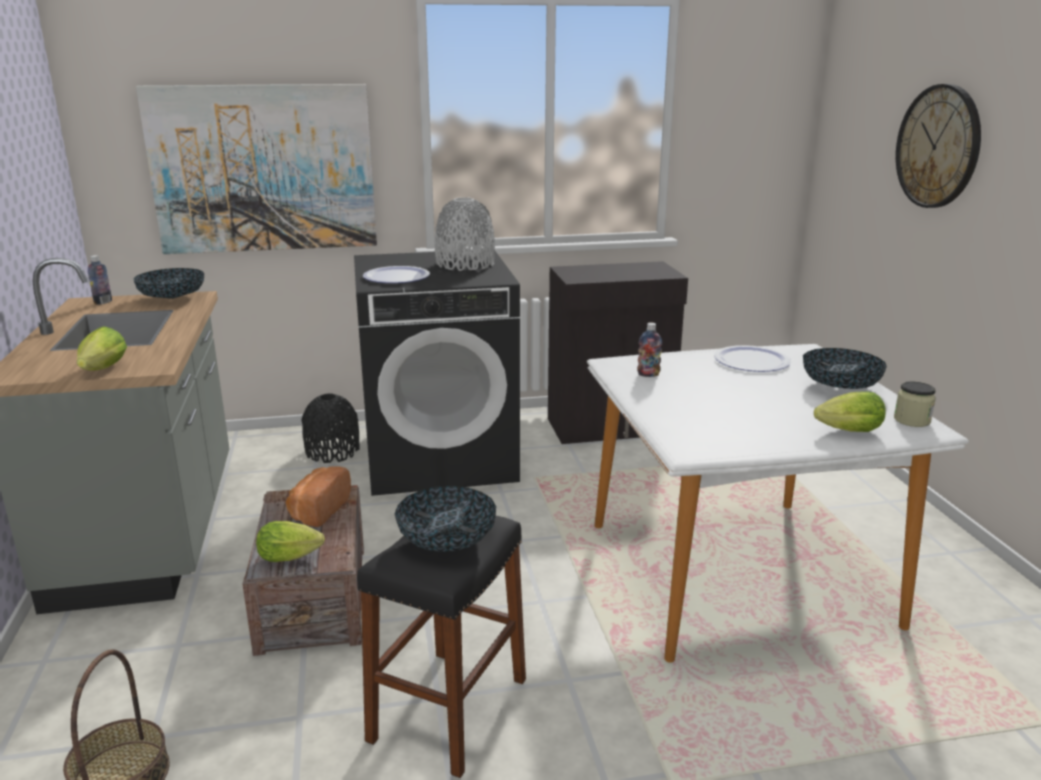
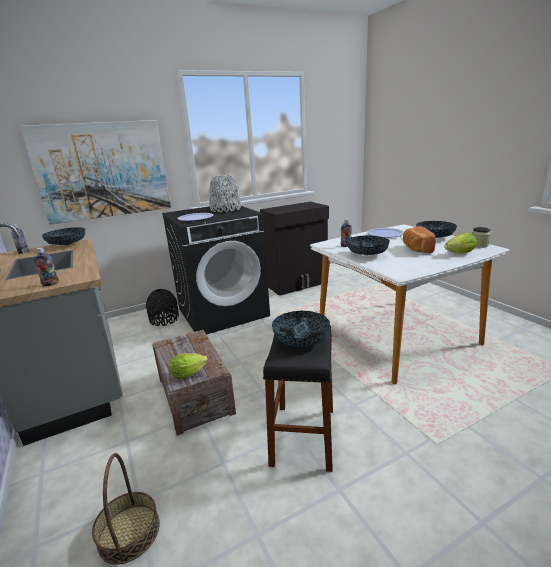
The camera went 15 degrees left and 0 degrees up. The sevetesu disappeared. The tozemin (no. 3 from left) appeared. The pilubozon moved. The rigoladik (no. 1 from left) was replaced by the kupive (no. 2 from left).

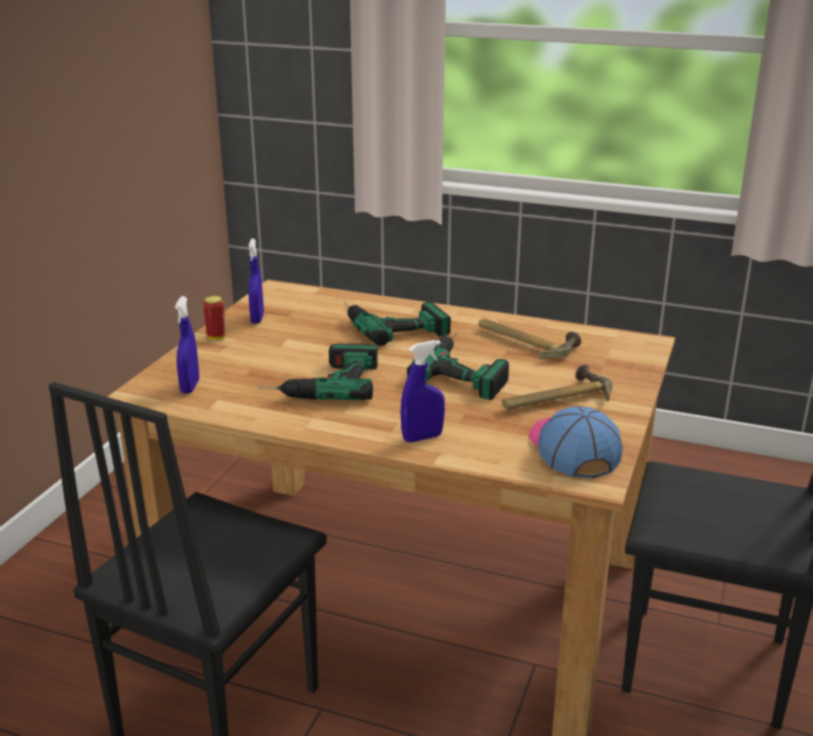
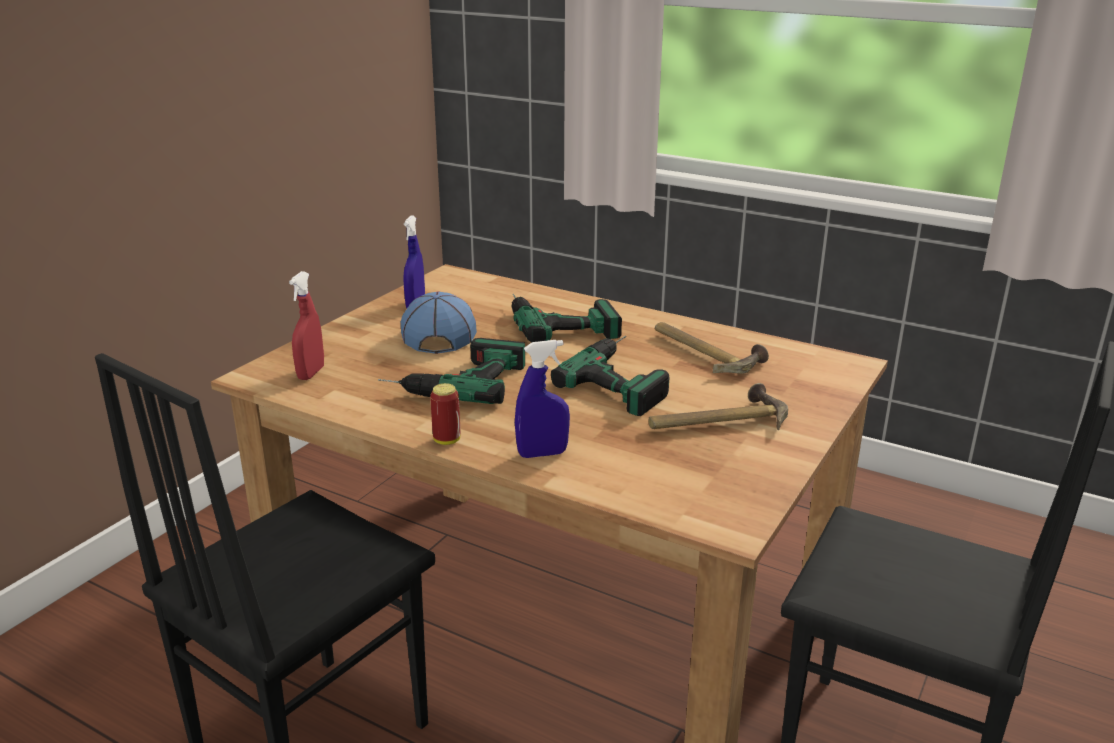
The camera went 10 degrees right and 0 degrees up. The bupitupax moved. The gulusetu moved. The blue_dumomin (no. 1 from left) became the red_dumomin.

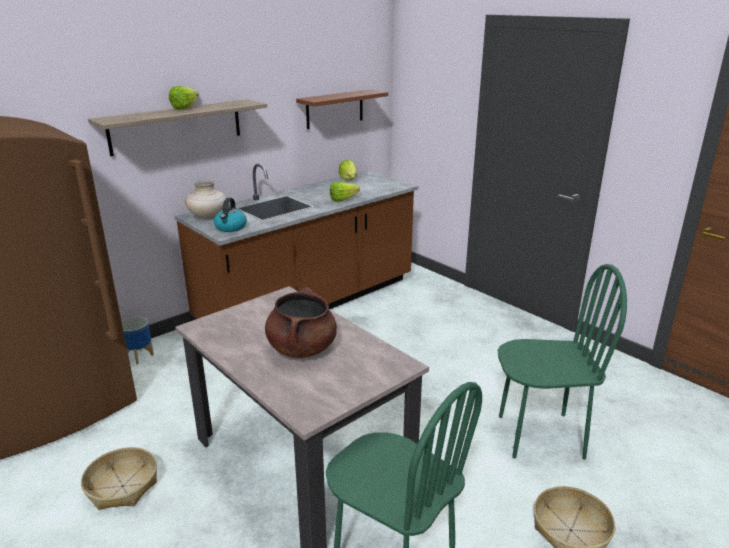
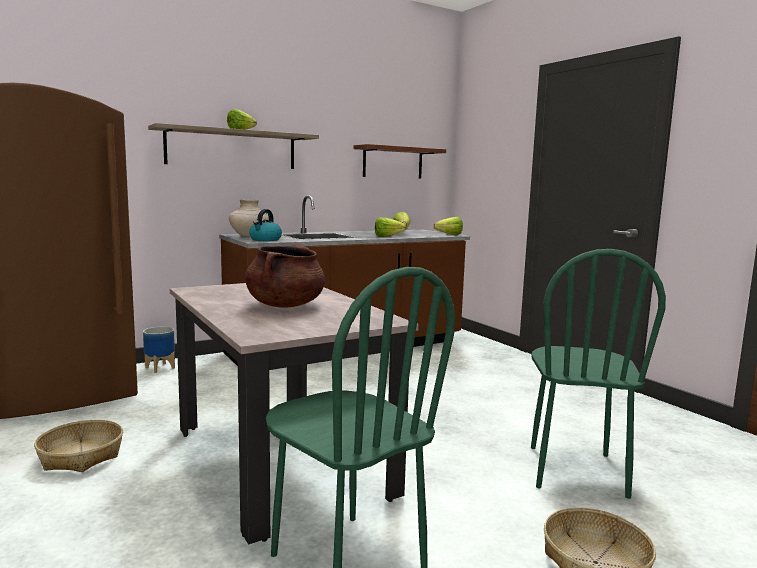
The camera went 10 degrees right and 15 degrees down. The rigoladik (no. 4 from left) appeared. The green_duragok (no. 2 from left) turned 90 degrees clockwise.

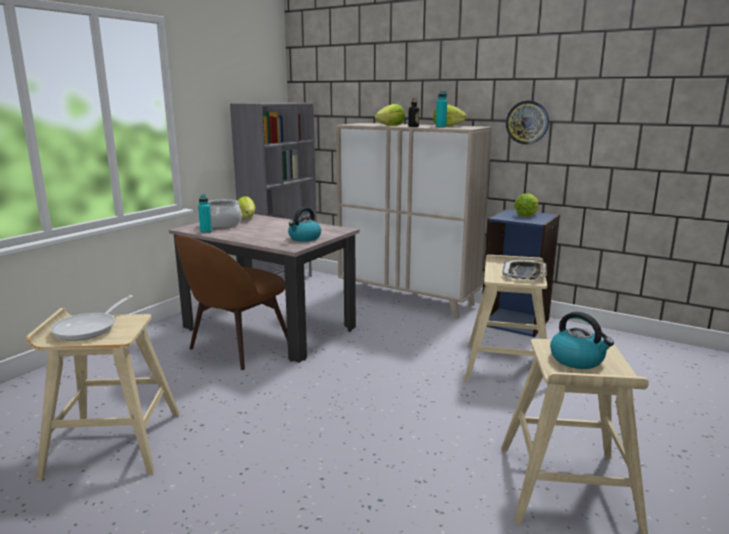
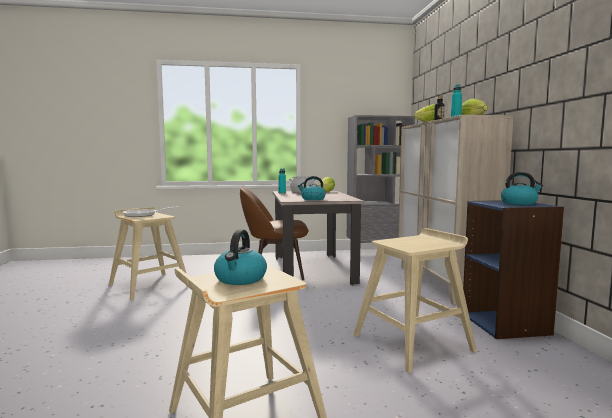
The camera went 50 degrees right and 10 degrees down. The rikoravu disappeared. The sevetesu disappeared. The rigoladik (no. 4 from left) was replaced by the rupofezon (no. 3 from left).

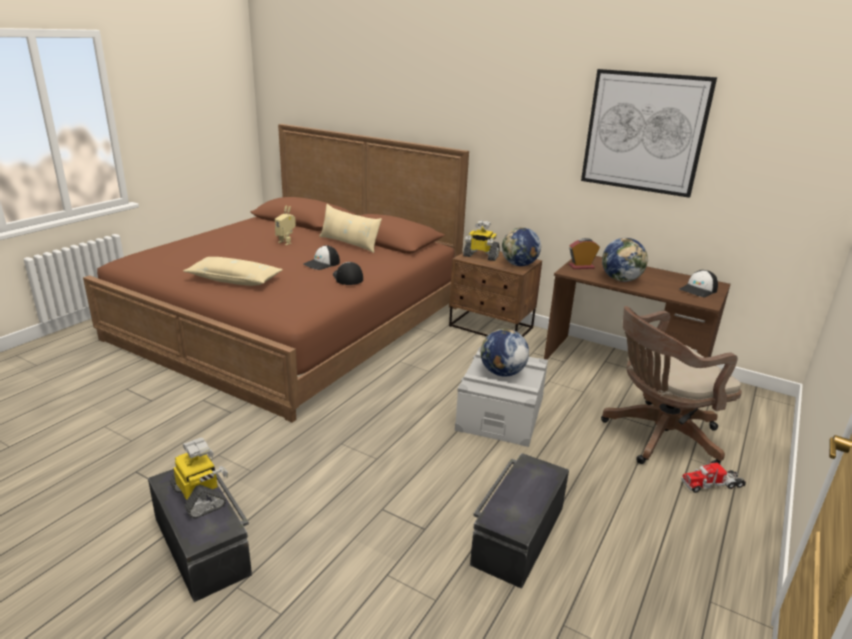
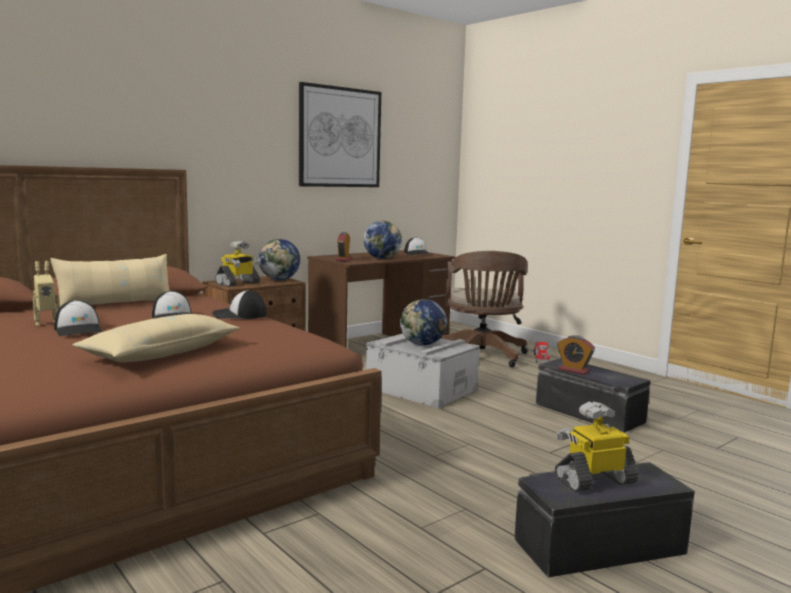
The camera went 70 degrees left and 15 degrees down. The gulusetu (no. 1 from left) appeared. The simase (no. 2 from left) appeared.

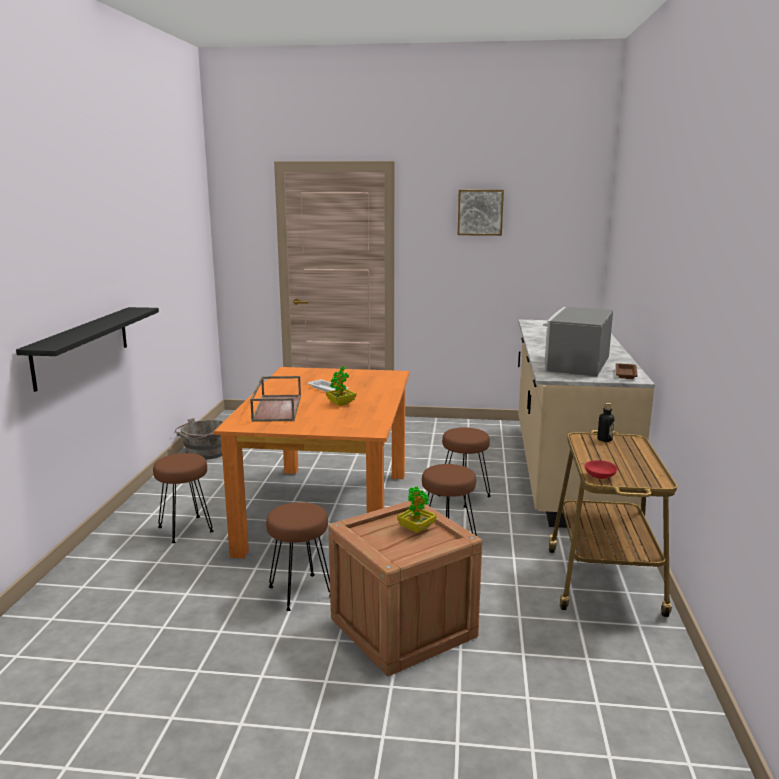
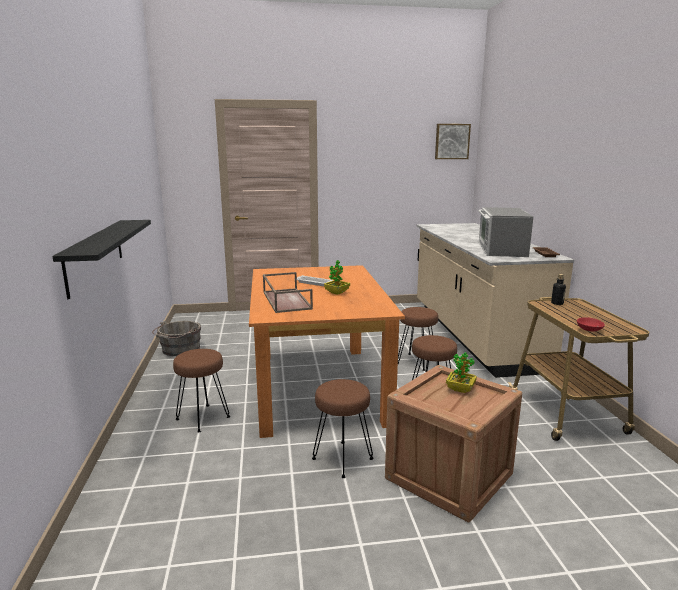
The camera went 15 degrees left and 0 degrees up. The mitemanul moved.

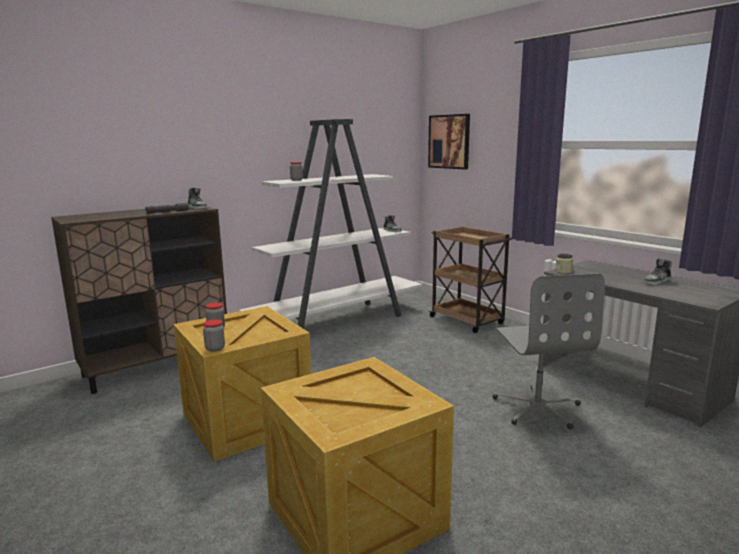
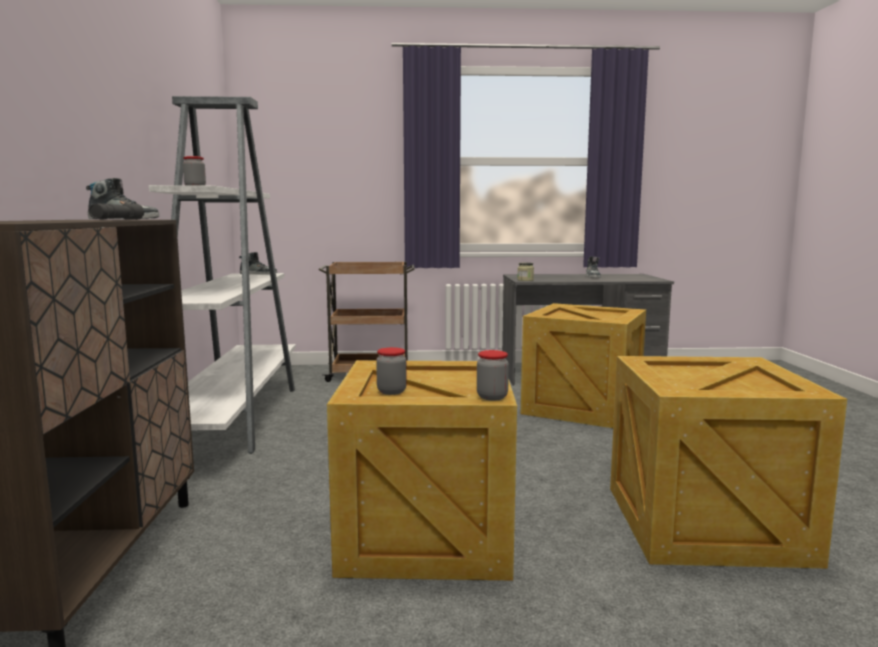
The camera went 55 degrees left and 5 degrees down. The mitemanul disappeared. The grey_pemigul was replaced by the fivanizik (no. 2 from left).

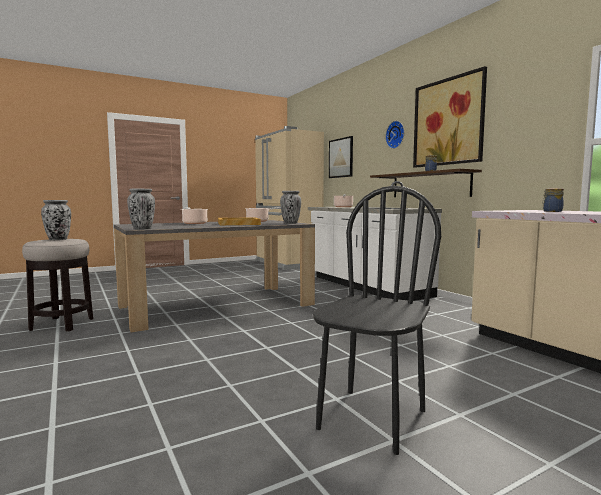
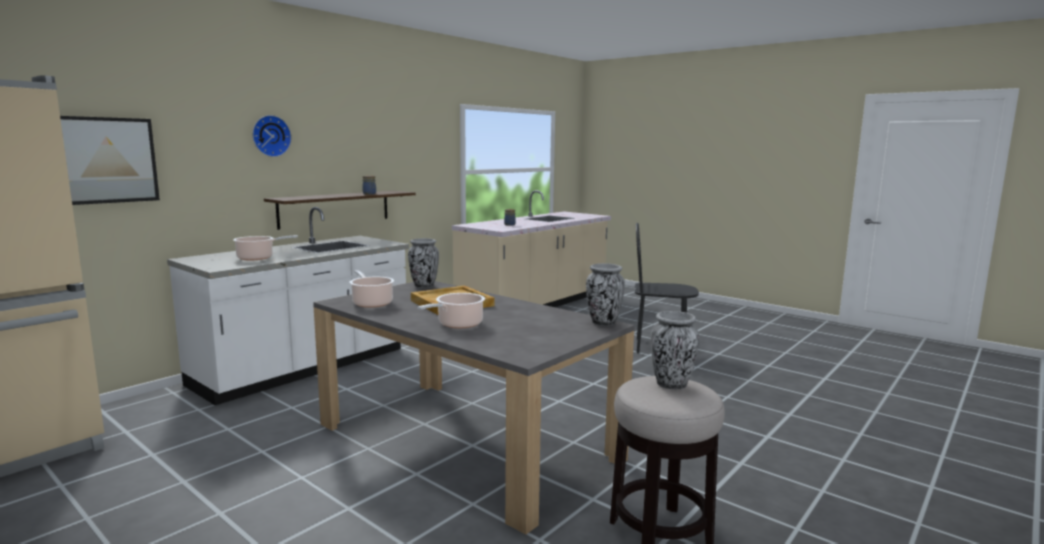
The camera went 110 degrees left and 5 degrees up. The mitemanul (no. 2 from left) disappeared.

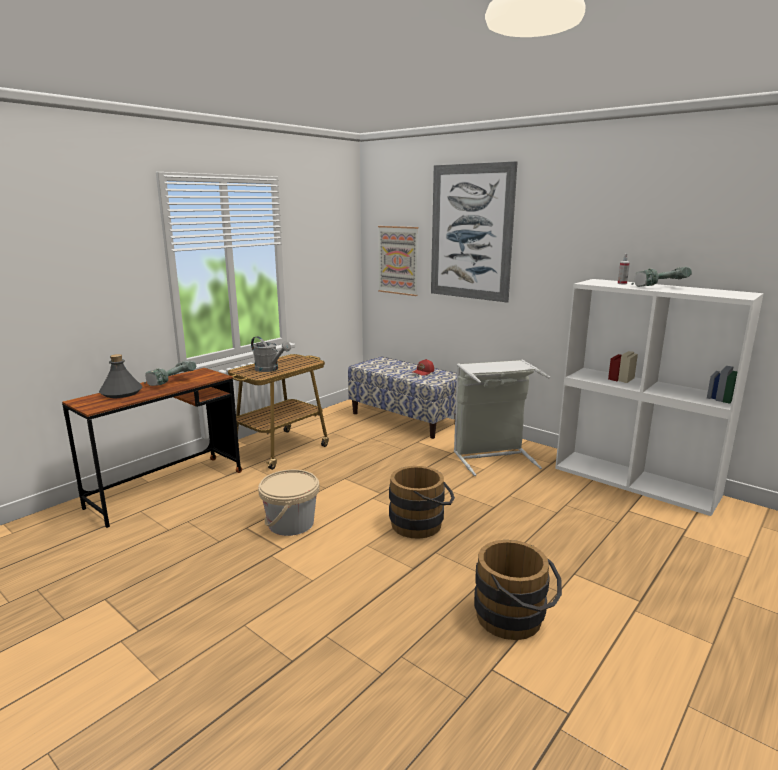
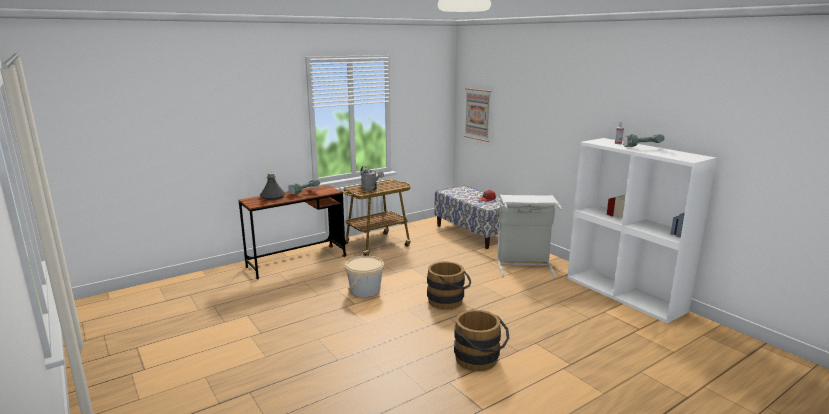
The camera went 15 degrees right and 0 degrees up. The mitemanul (no. 2 from left) disappeared.

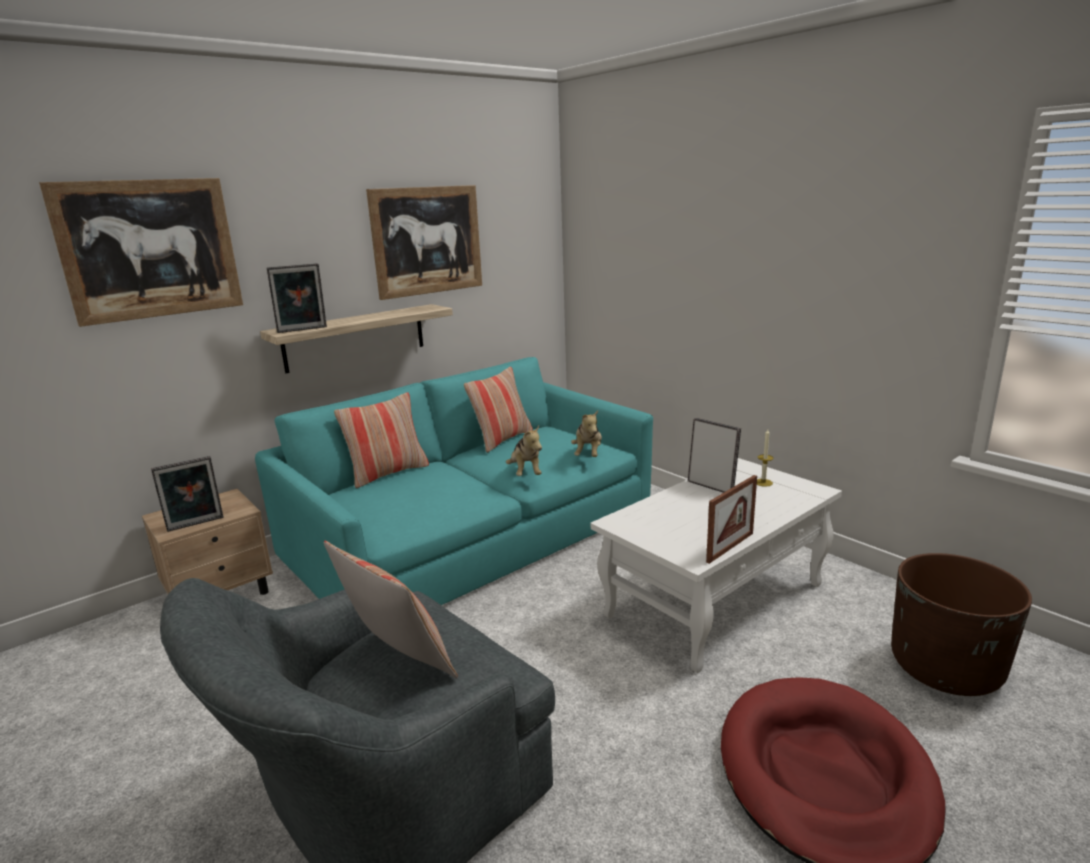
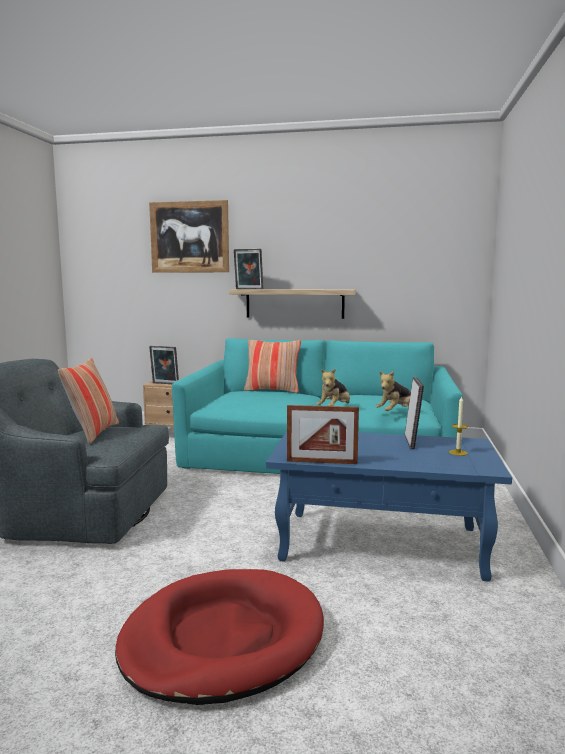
The camera went 50 degrees right and 10 degrees down. The mitemanul (no. 2 from left) disappeared. The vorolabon (no. 3 from left) disappeared. The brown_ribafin disappeared. The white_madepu became the blue_madepu.

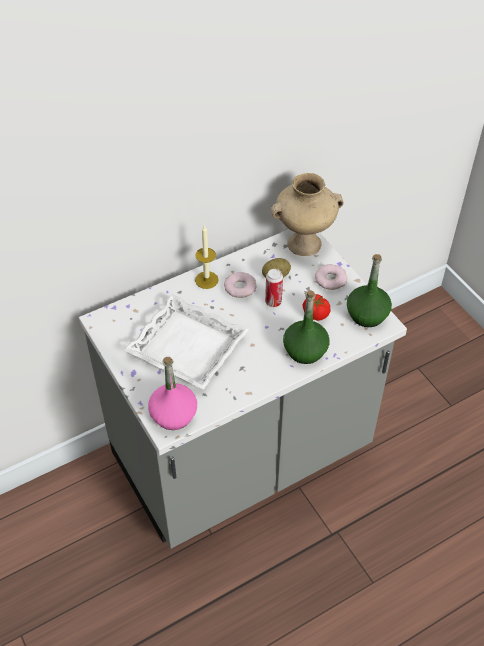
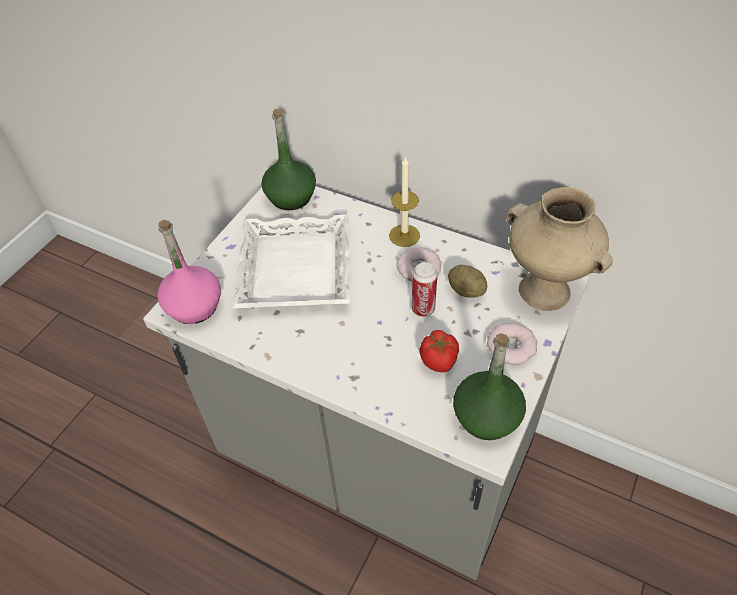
The camera went 60 degrees right and 0 degrees up. The green_kupive (no. 1 from left) moved.

